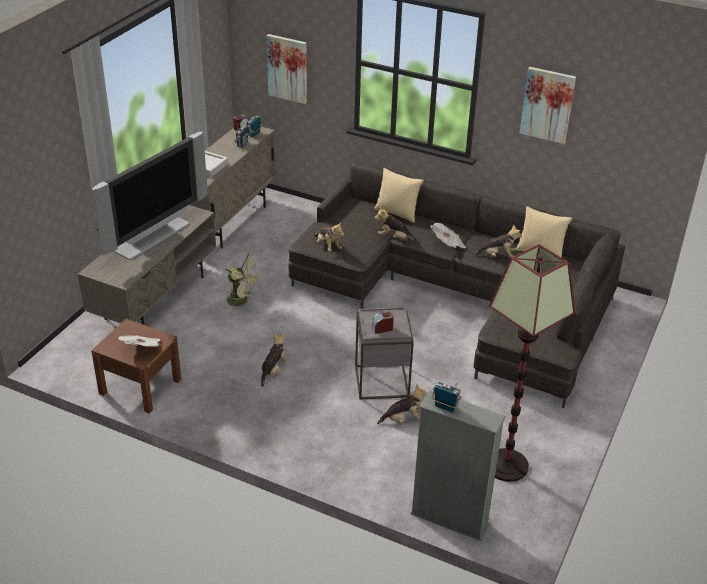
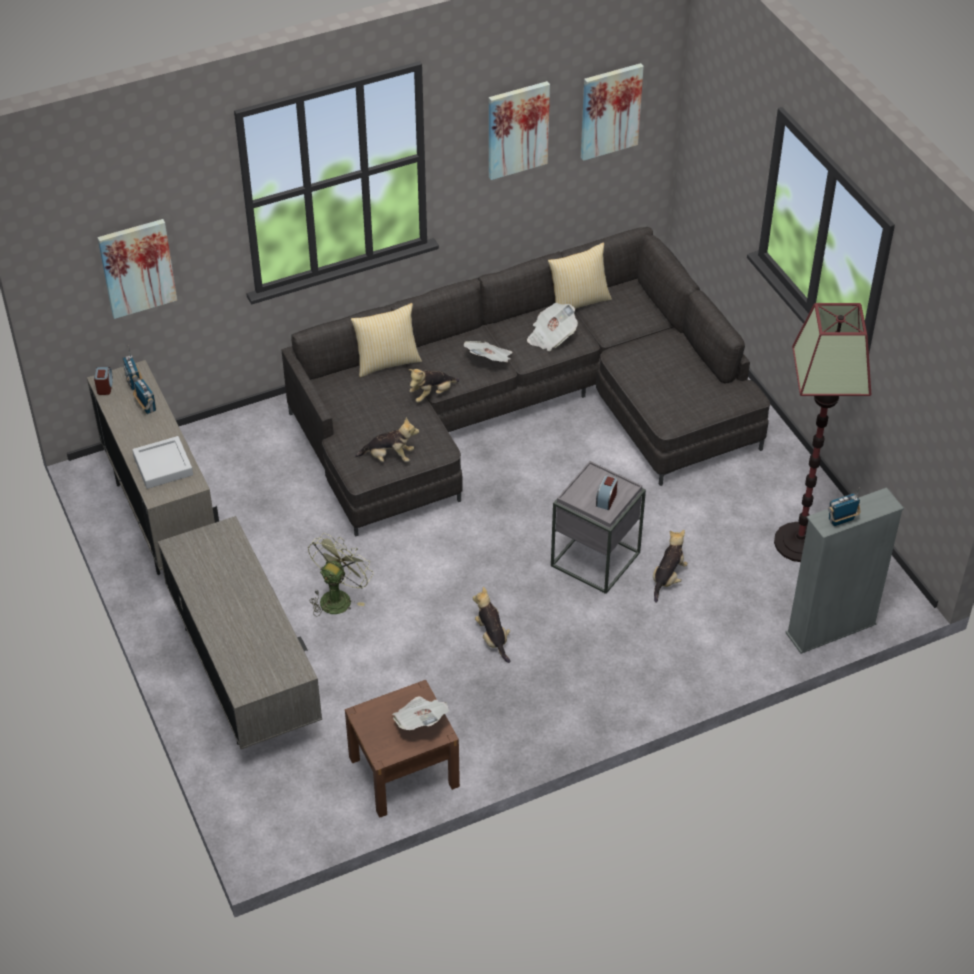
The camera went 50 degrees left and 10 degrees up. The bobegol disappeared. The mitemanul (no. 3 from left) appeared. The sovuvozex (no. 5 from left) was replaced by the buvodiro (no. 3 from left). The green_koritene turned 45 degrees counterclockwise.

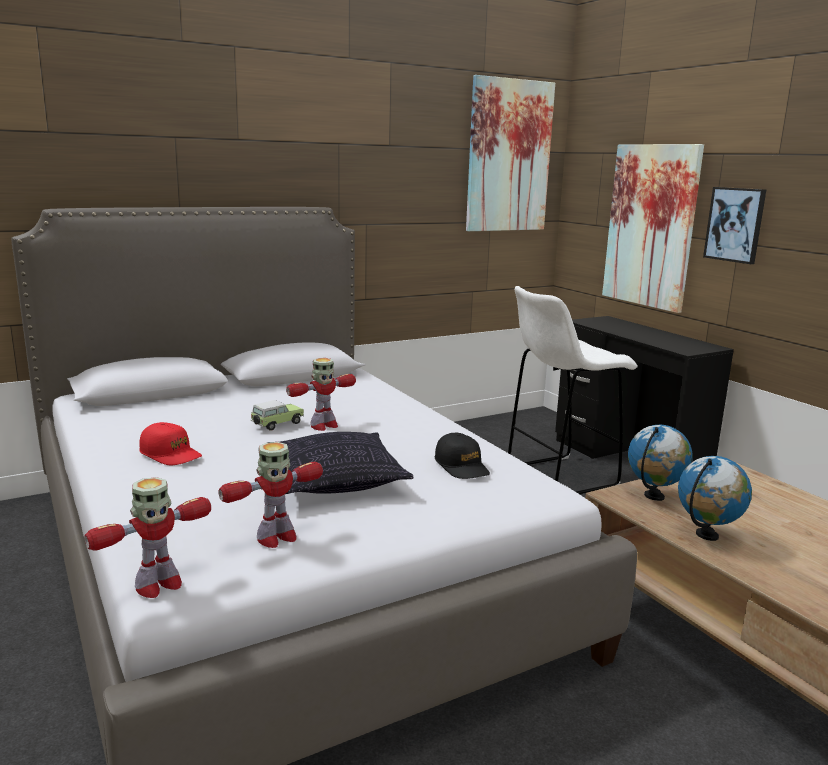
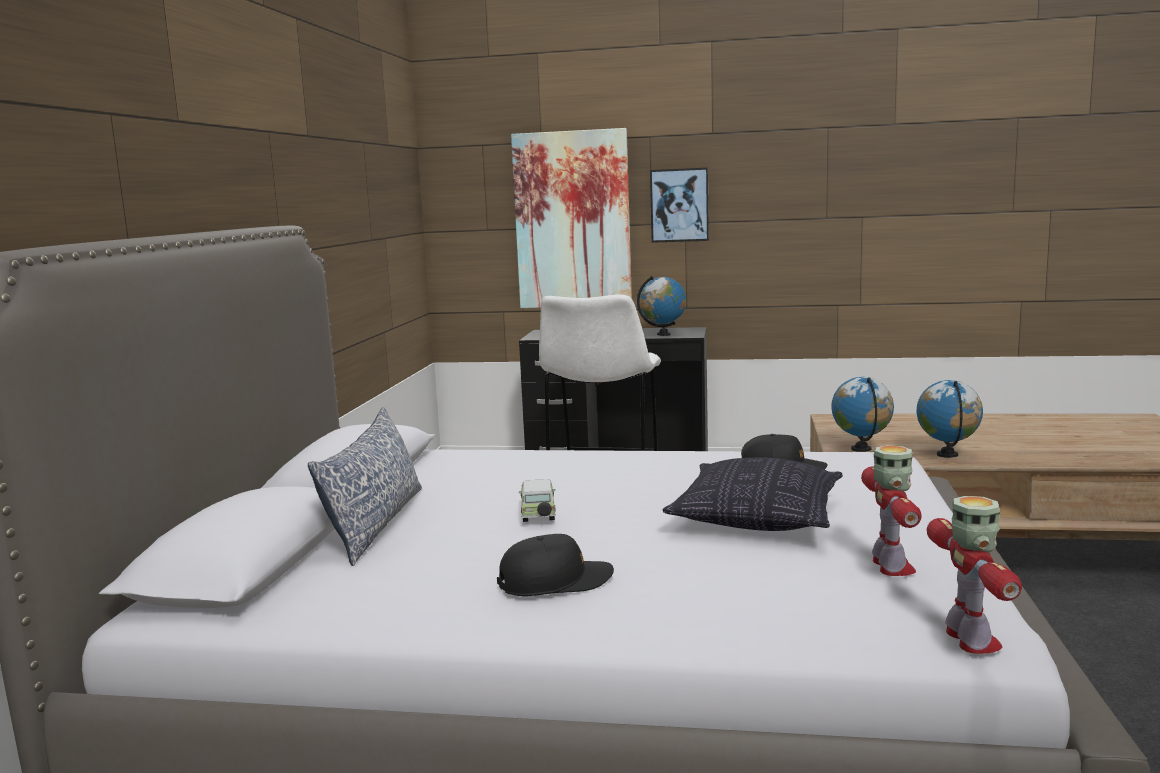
The camera went 50 degrees left and 5 degrees down. The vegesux (no. 3 from left) disappeared. The mitemanul (no. 1 from left) disappeared. The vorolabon (no. 1 from left) appeared. The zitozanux (no. 1 from left) appeared. The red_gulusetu became the black_gulusetu (no. 1 from left).

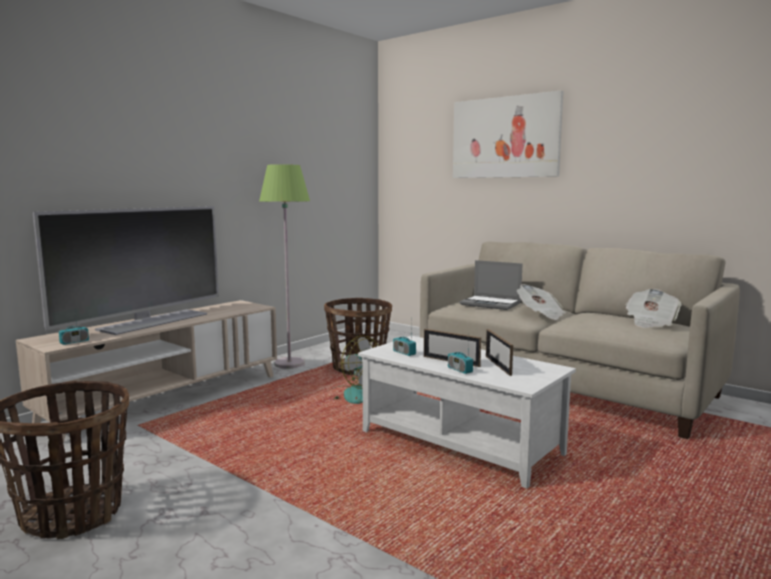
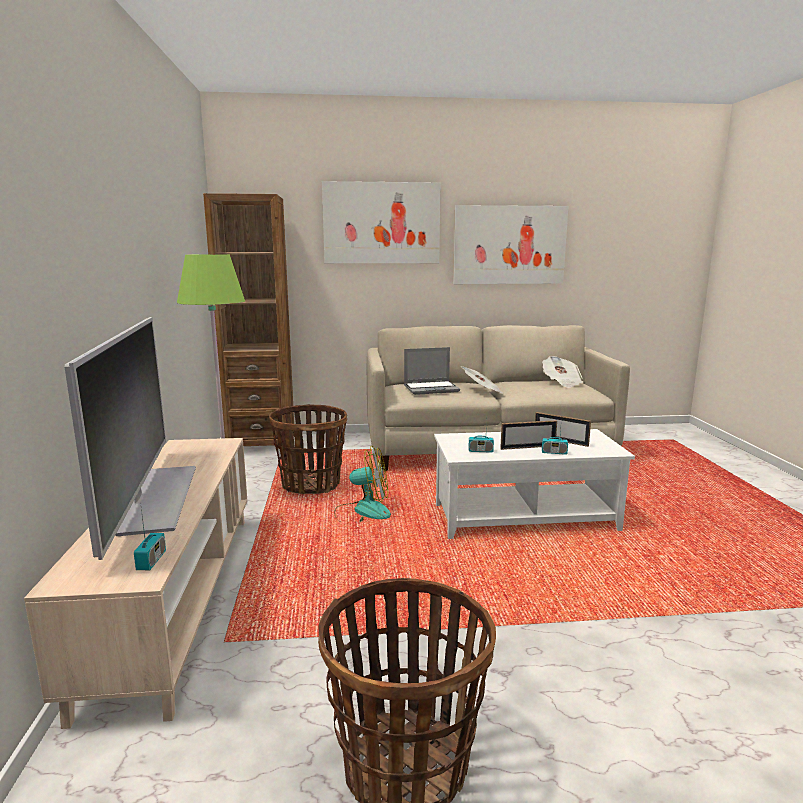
The camera went 45 degrees left and 5 degrees up. The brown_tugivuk appeared. The mitemanul (no. 2 from left) appeared.

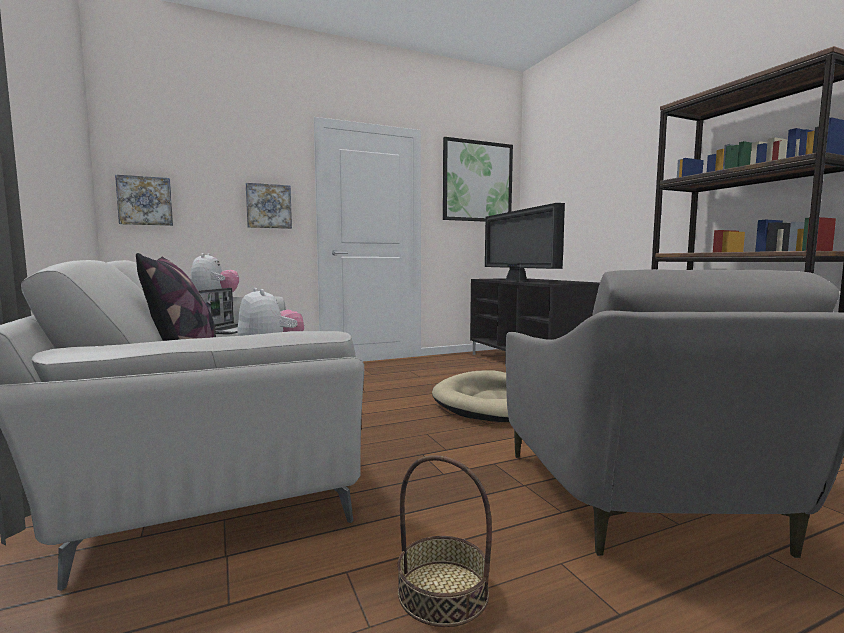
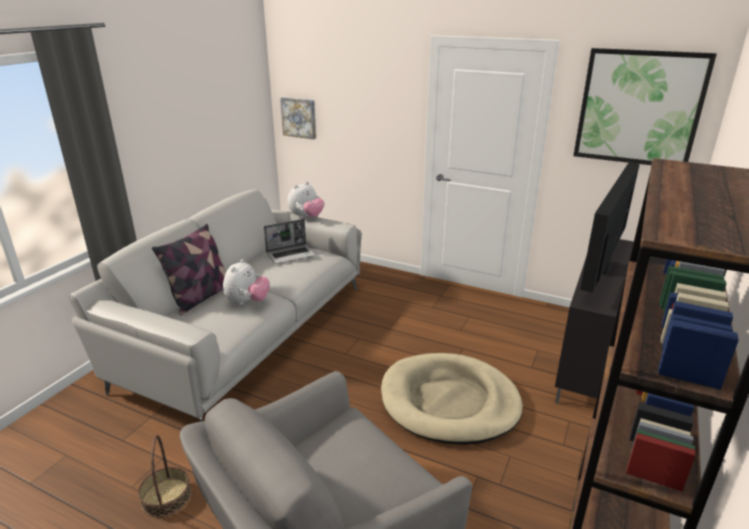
The camera went 50 degrees right and 20 degrees up. The mitemanul (no. 2 from left) disappeared.

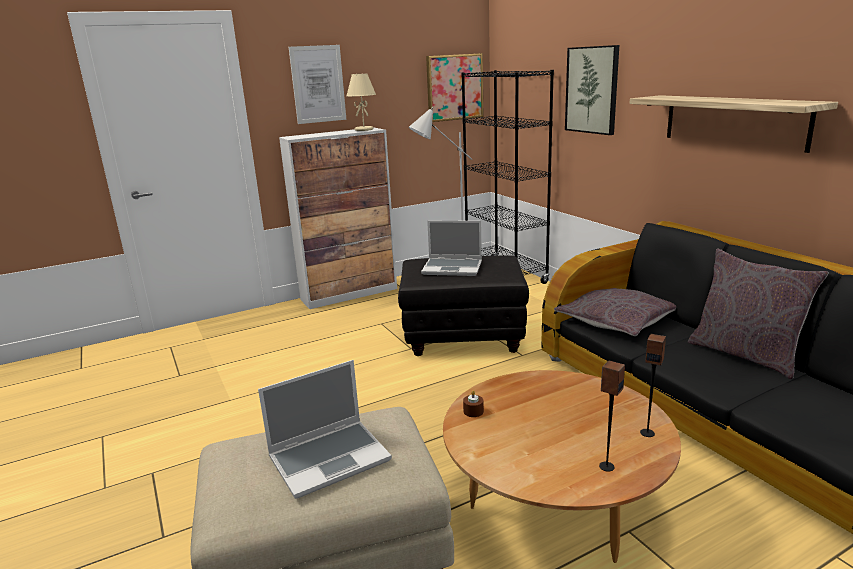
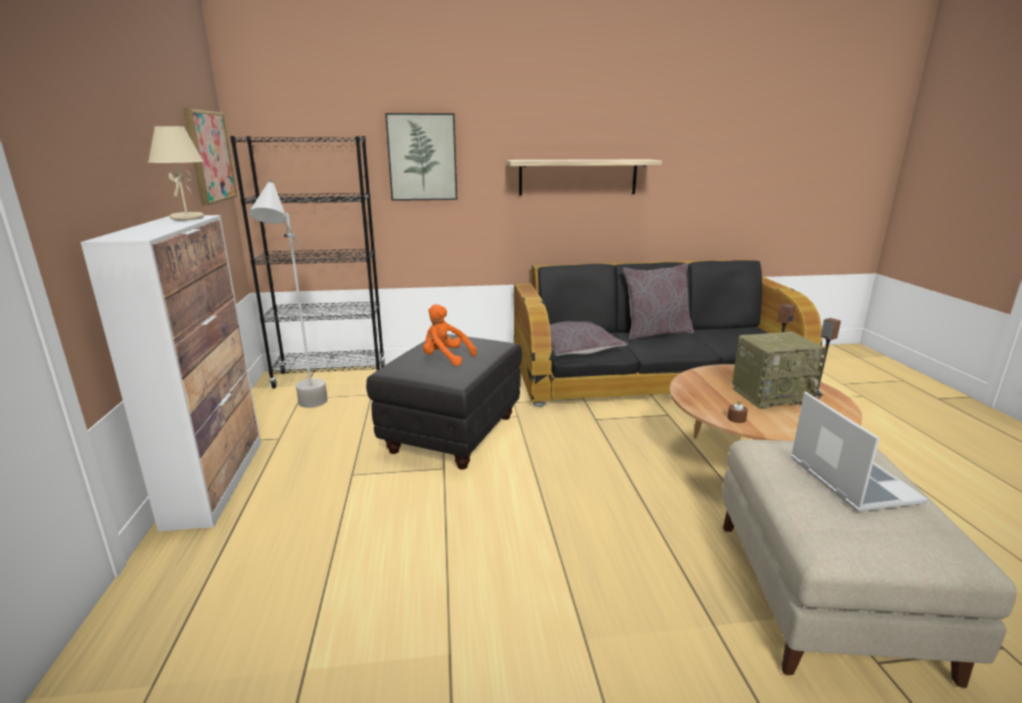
The camera went 70 degrees left and 0 degrees up. The mitemanul (no. 1 from left) disappeared. The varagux appeared. The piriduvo (no. 2 from left) was replaced by the orange_sovuvozex.

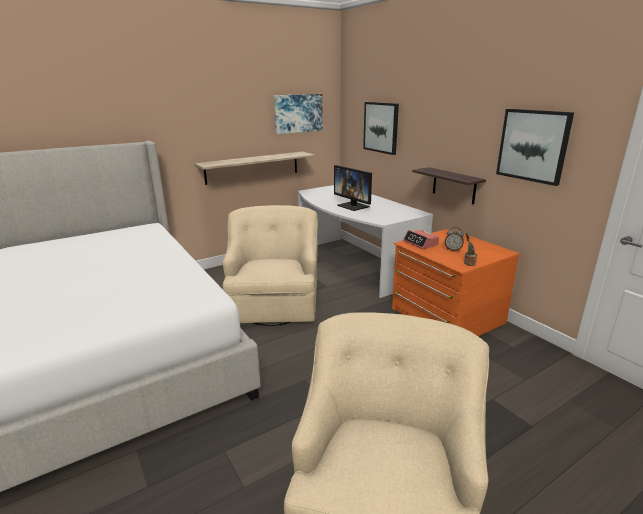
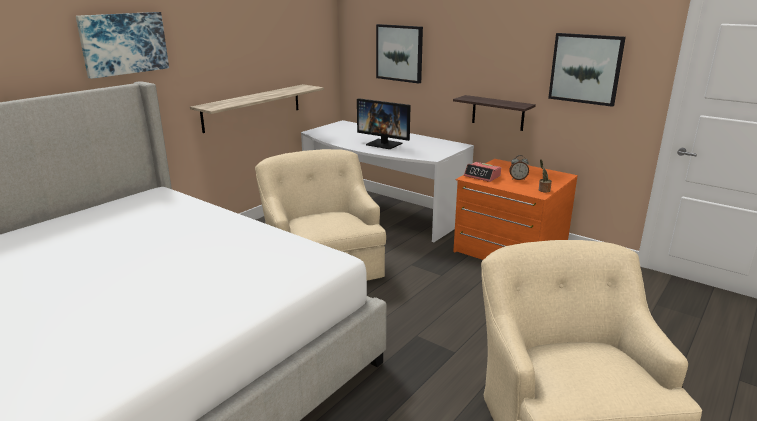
The camera went 20 degrees left and 0 degrees up. The mitemanul (no. 1 from left) moved.

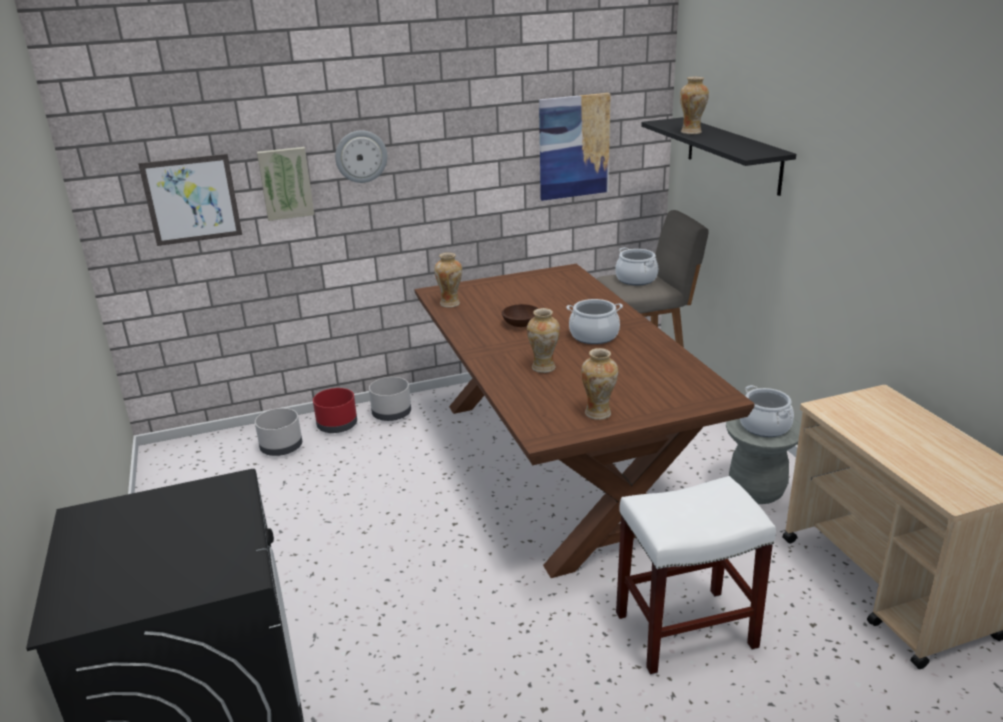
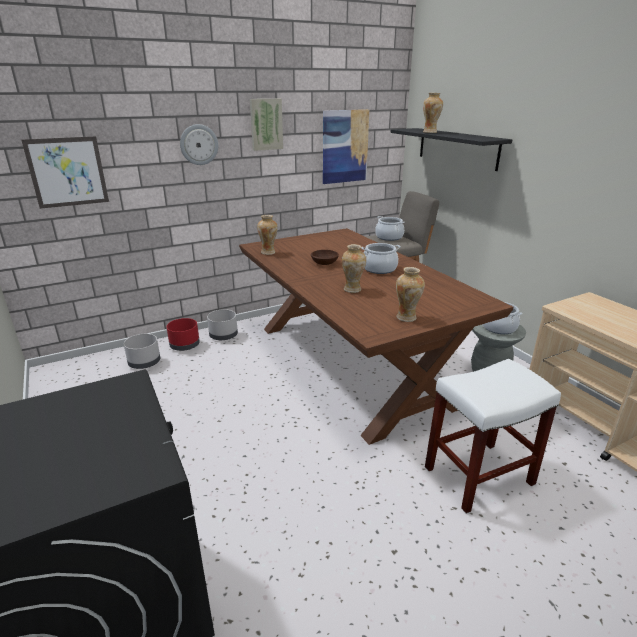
The camera went 10 degrees left and 0 degrees up. The mitemanul (no. 2 from left) moved.

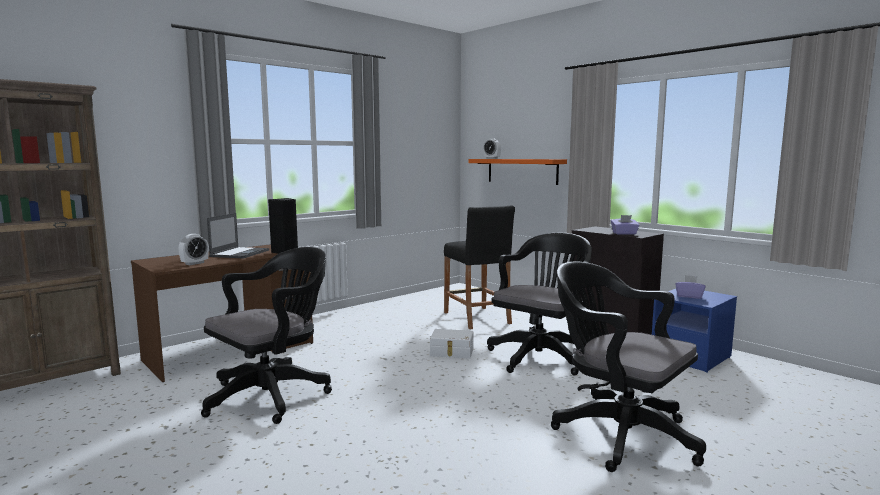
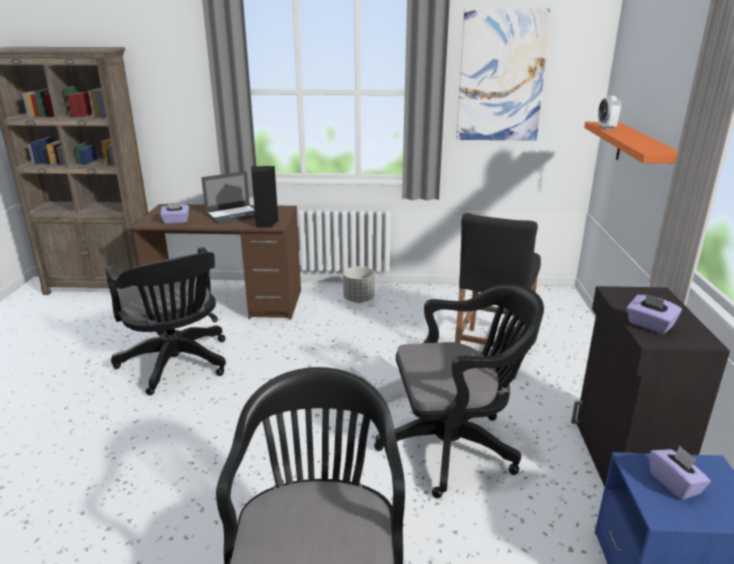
The camera went 45 degrees right and 15 degrees up. The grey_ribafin appeared. The mitemanul appeared. The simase (no. 1 from left) was replaced by the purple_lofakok (no. 1 from left). The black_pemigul (no. 1 from left) turned 60 degrees clockwise.

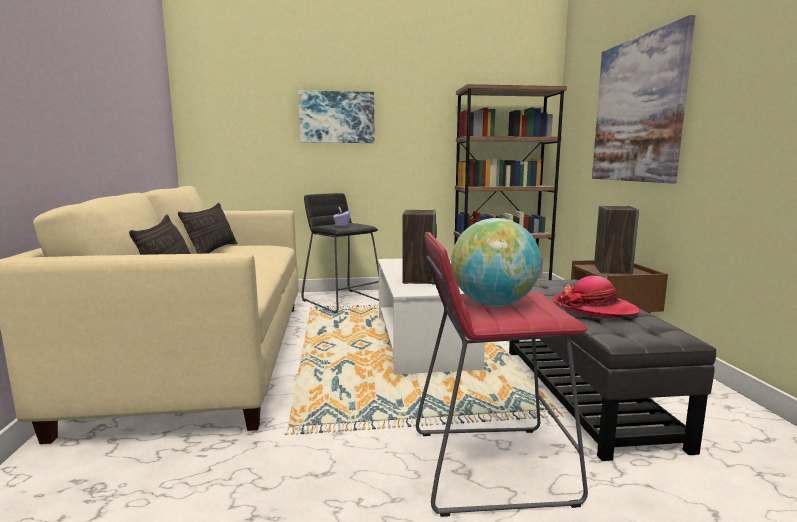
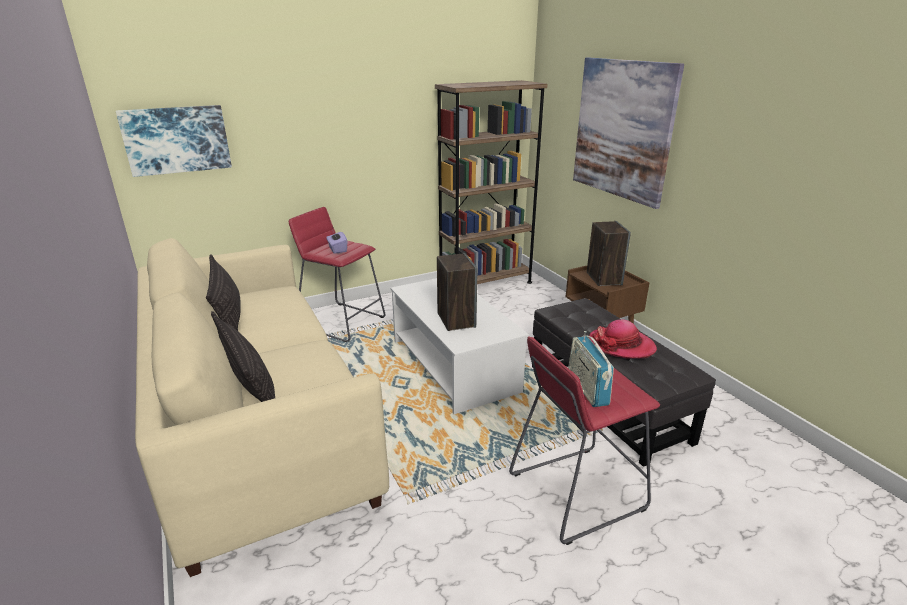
The camera went 20 degrees left and 15 degrees up. The mitemanul (no. 1 from left) moved. The zitozanux was replaced by the varagux. The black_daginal became the red_daginal (no. 1 from left).

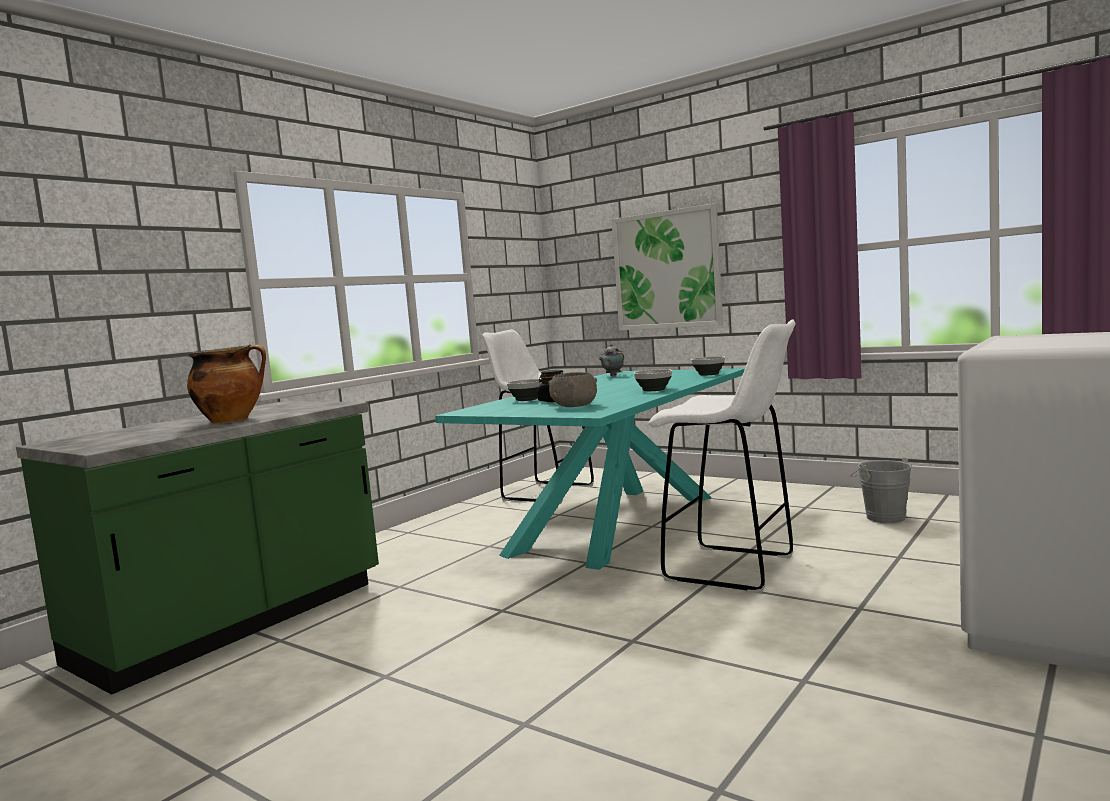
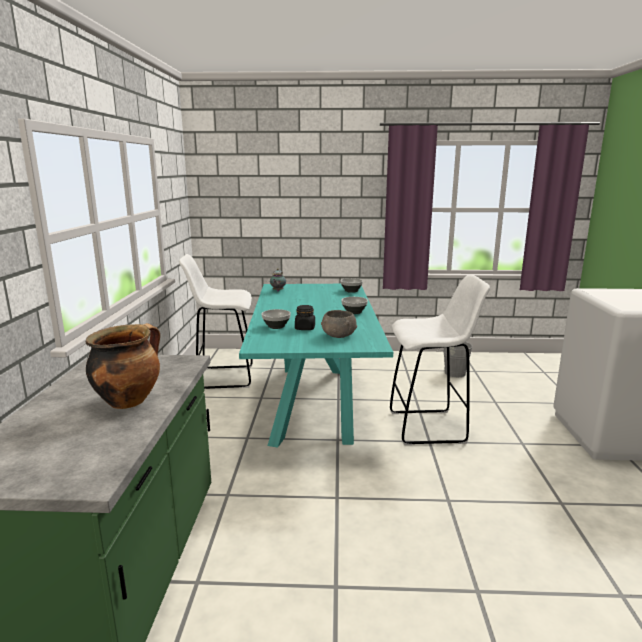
The camera went 35 degrees left and 10 degrees up. The mitemanul disappeared.

